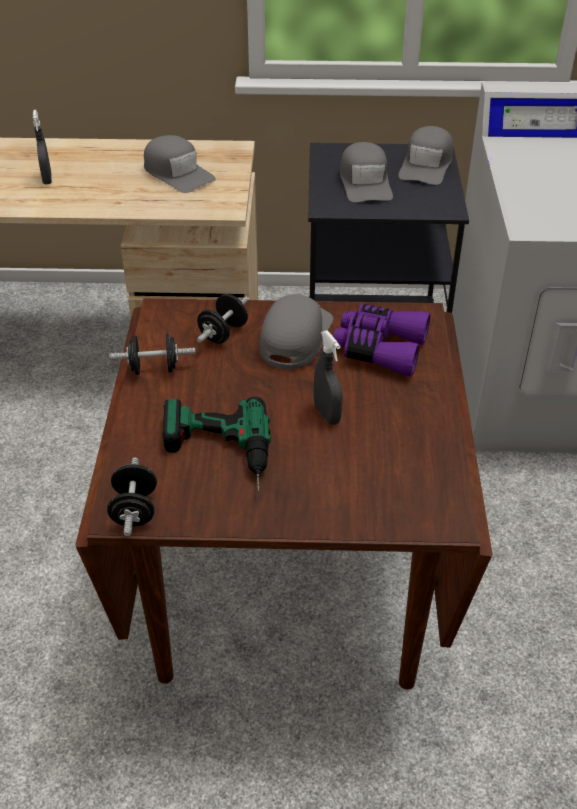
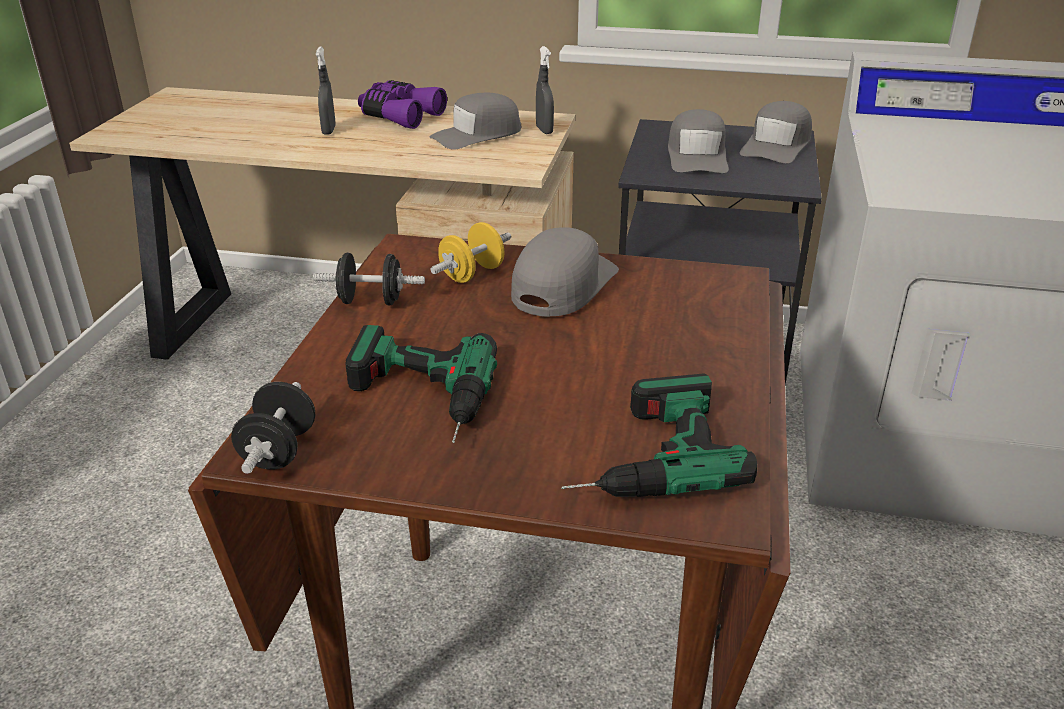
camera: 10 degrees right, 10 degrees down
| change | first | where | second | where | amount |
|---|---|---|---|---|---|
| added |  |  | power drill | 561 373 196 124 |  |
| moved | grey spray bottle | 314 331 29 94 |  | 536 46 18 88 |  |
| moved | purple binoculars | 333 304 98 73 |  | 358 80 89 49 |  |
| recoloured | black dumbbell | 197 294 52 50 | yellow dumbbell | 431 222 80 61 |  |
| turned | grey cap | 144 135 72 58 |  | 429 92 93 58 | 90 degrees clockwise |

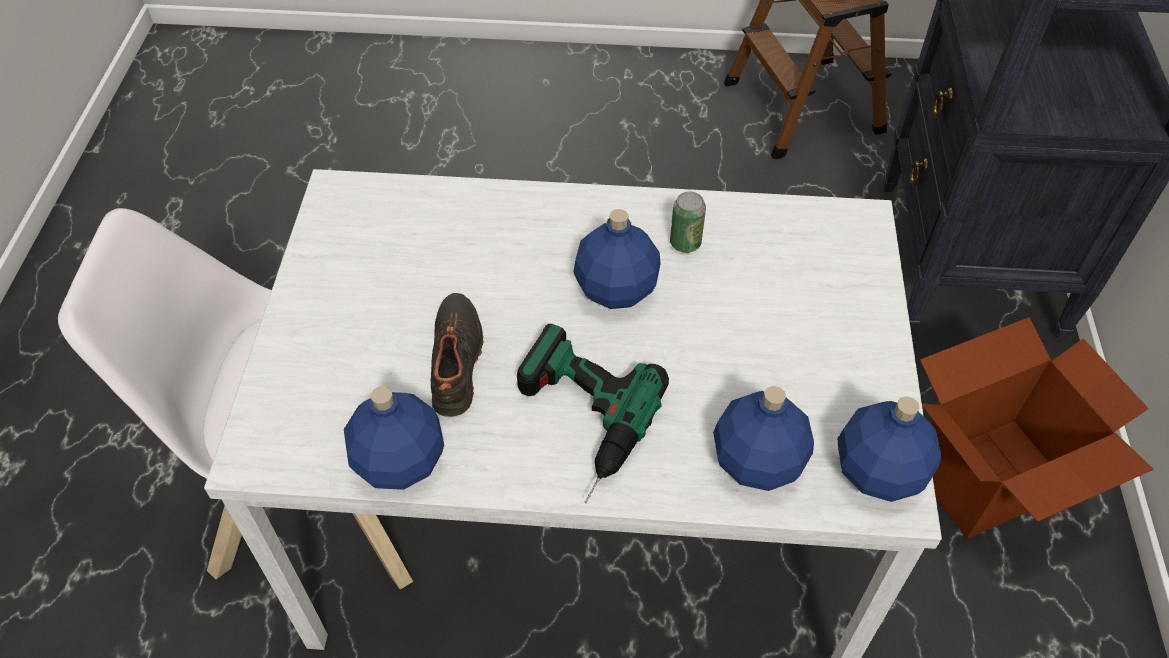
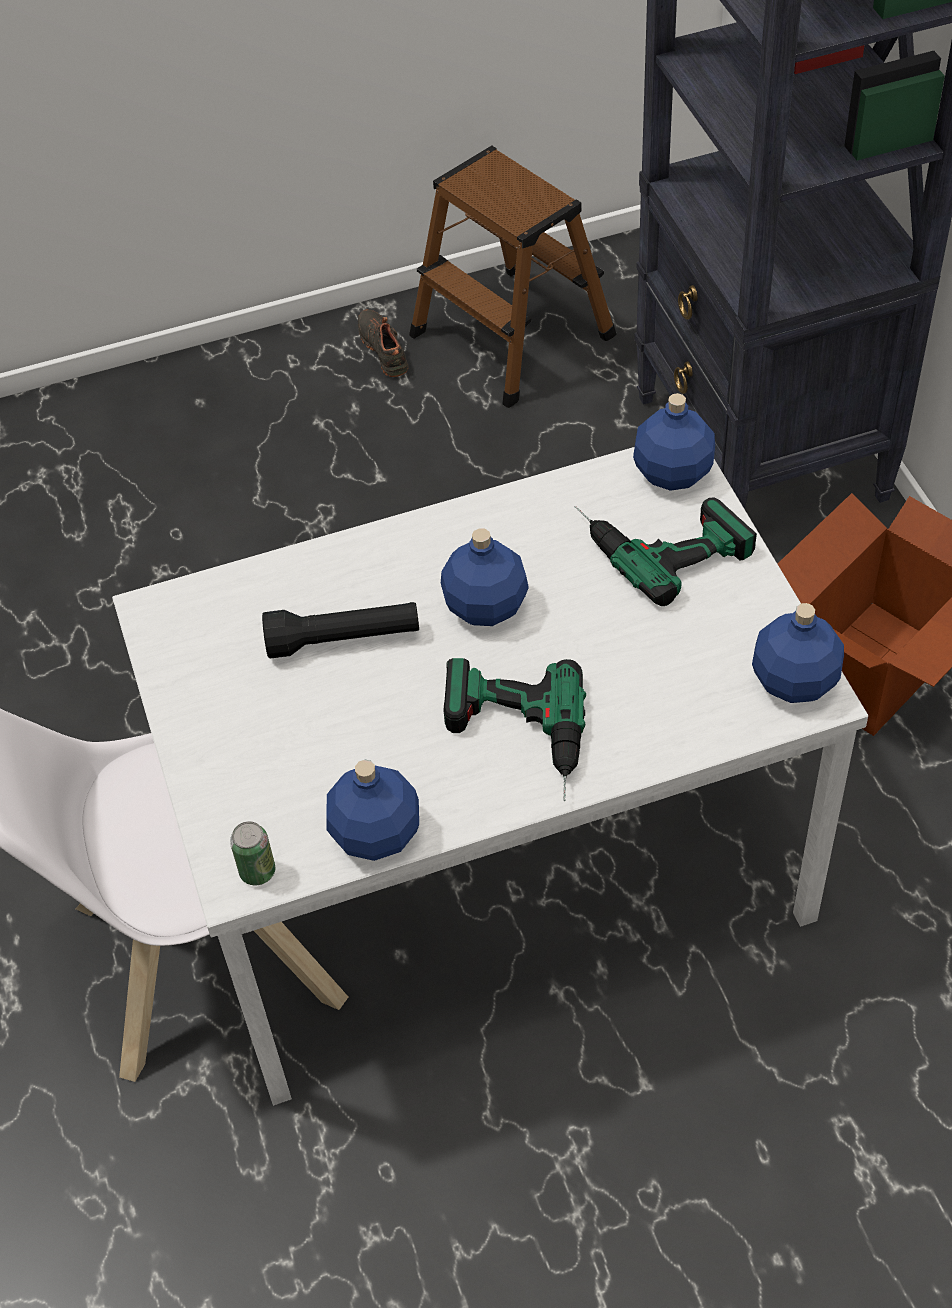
camera: 20 degrees left, 0 degrees up
| change | first | where | second | where | amount |
|---|---|---|---|---|---|
| added |  |  | black flashlight | 262 602 157 57 |  |
| added |  |  | power drill | 575 498 182 108 |  |
| moved | black shoe | 431 293 53 124 |  | 358 309 51 68 |  |
| moved | can | 670 192 36 61 |  | 230 821 45 64 |  |
| moved | blue bottle | 713 386 101 105 |  | 633 393 82 98 |  |

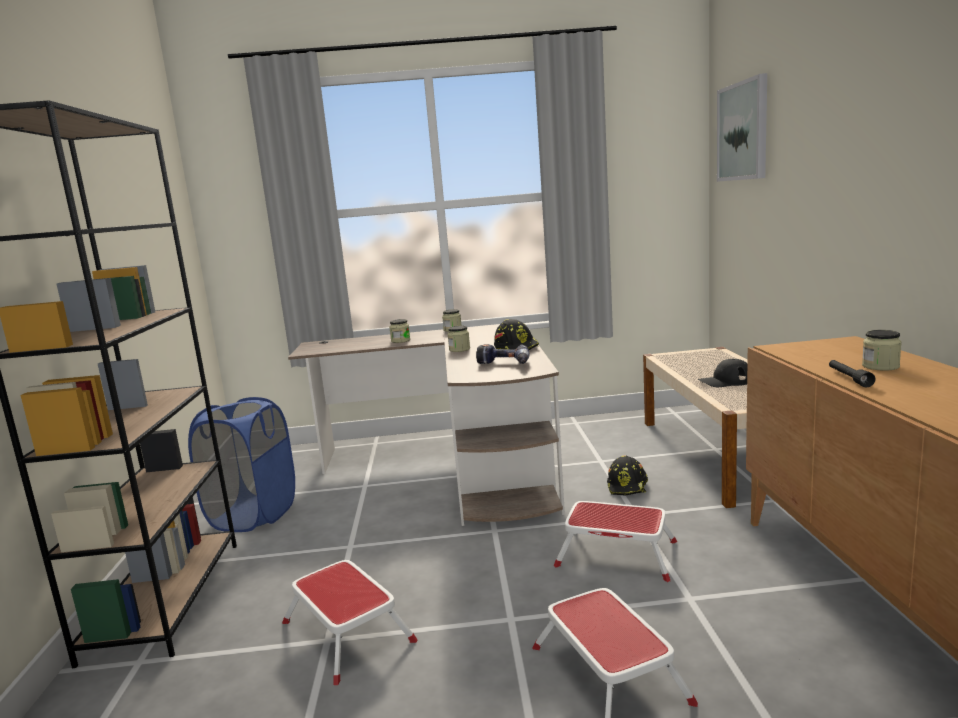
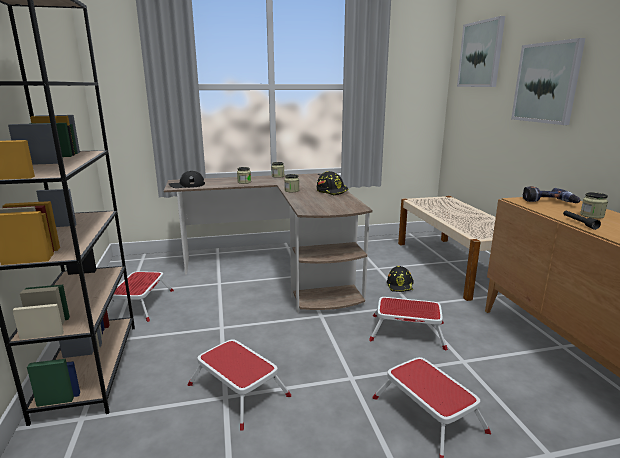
camera: 10 degrees left, 5 degrees up
| change | first | where | second | where | amount |
|---|---|---|---|---|---|
| added |  |  | picture | 511 38 74 87 |  |
| moved | power drill | 476 344 54 20 |  | 523 186 57 17 |  |
| moved | black cap | 698 359 49 28 |  | 169 171 36 17 |  |
| replaced | blue laundry basket | 188 397 107 135 | red step ladder | 107 271 67 51 |  |

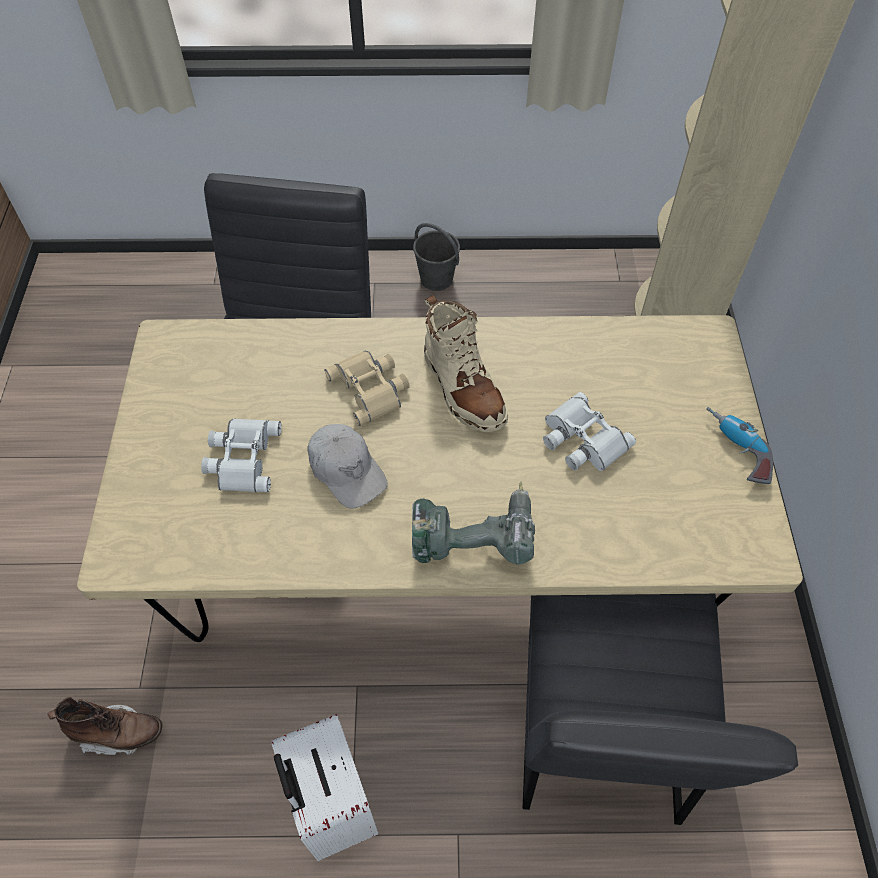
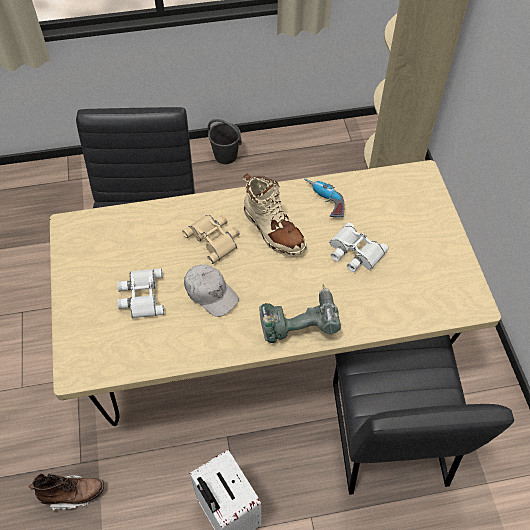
camera: 10 degrees left, 0 degrees up
| change | first | where | second | where | amount |
|---|---|---|---|---|---|
| moved | power drill | 706 407 67 77 |  | 304 178 40 39 |  |

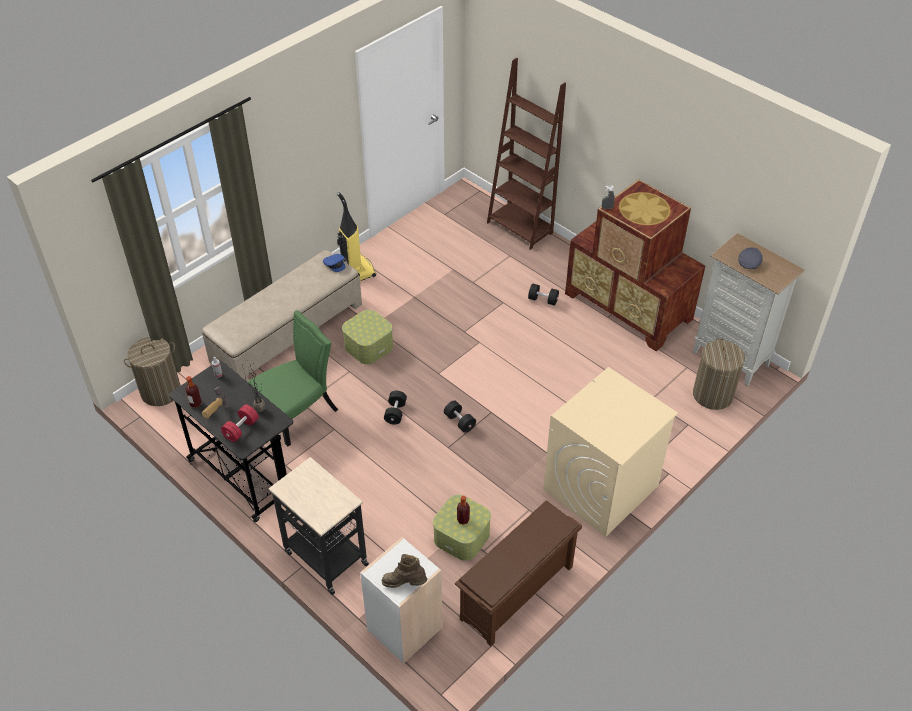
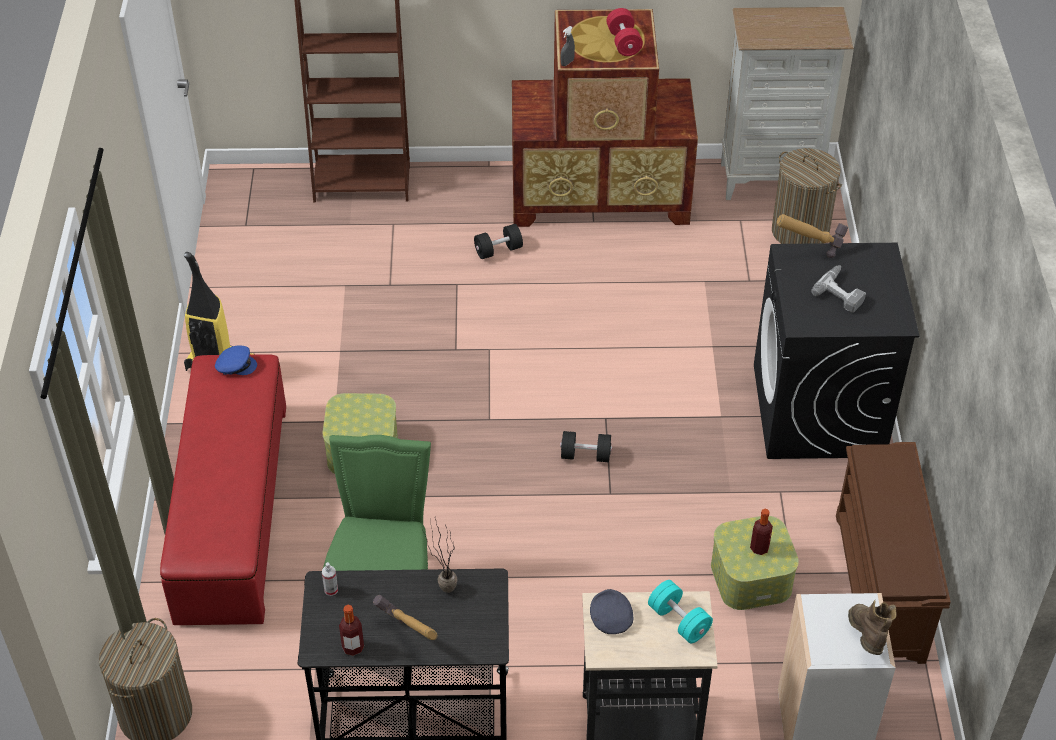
camera: 45 degrees left, 0 degrees up
| change | first | where | second | where | amount |
|---|---|---|---|---|---|
| removed | black dumbbell | 384 391 23 34 |  |  |  |
| added |  |  | turquoise dumbbell | 648 580 65 63 |  |
| added |  |  | hammer | 777 214 71 44 |  |
| added |  |  | power drill | 811 265 55 48 |  |
| moved | red dumbbell | 221 405 38 37 |  | 607 8 36 48 |  |
| moved | grey cap | 738 248 25 21 |  | 590 589 43 45 |  |
| recoloured | beige bench | 202 250 160 132 | red bench | 160 354 126 271 |  |
| recoloured | beige washing machine | 543 367 135 170 | black washing machine | 754 243 165 216 |  |
| turned | brown boot | 382 554 45 34 |  | 848 600 48 55 | 120 degrees clockwise |

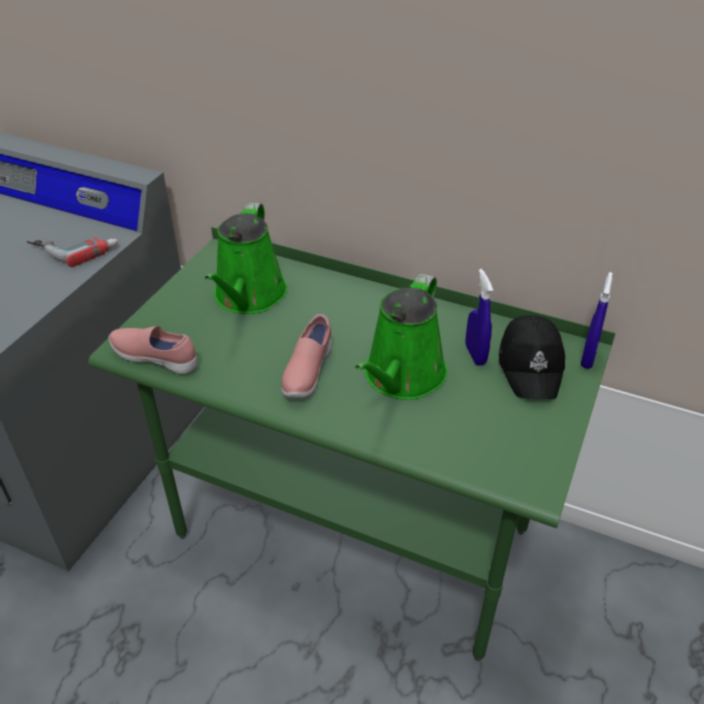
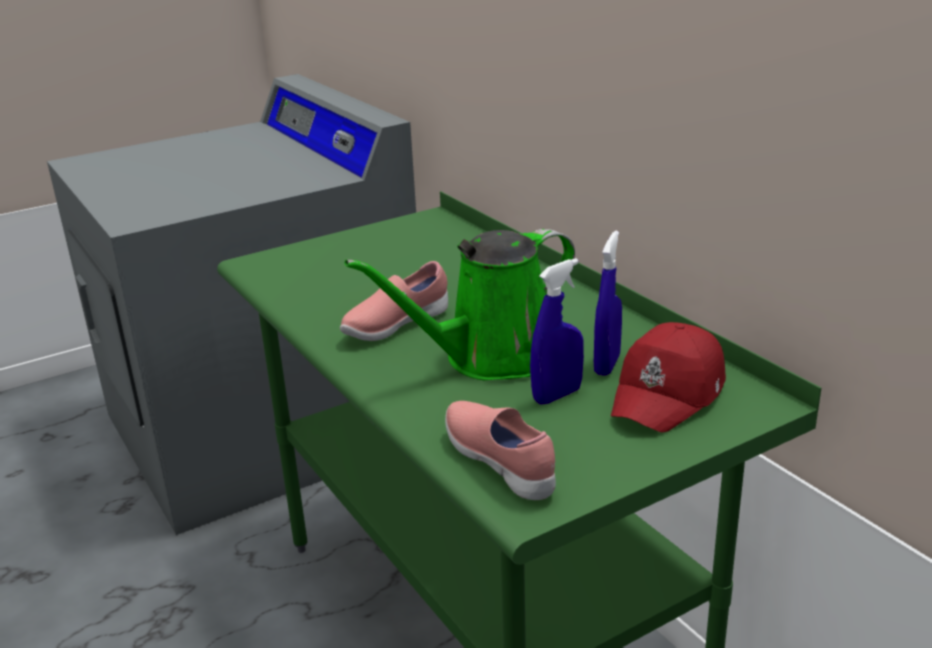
camera: 35 degrees right, 15 degrees down
| change | first | where | second | where | amount |
|---|---|---|---|---|---|
| removed | power drill | 27 237 91 30 |  |  |  |
| removed | green watering can | 205 203 82 111 |  |  |  |
| moved | pink shoe | 109 326 89 48 |  | 445 401 111 99 |  |
| moved | blue spray bottle | 580 272 33 97 |  | 530 258 54 146 |  |
| recoloured | black cap | 499 315 66 84 | red cap | 611 322 115 111 |  |

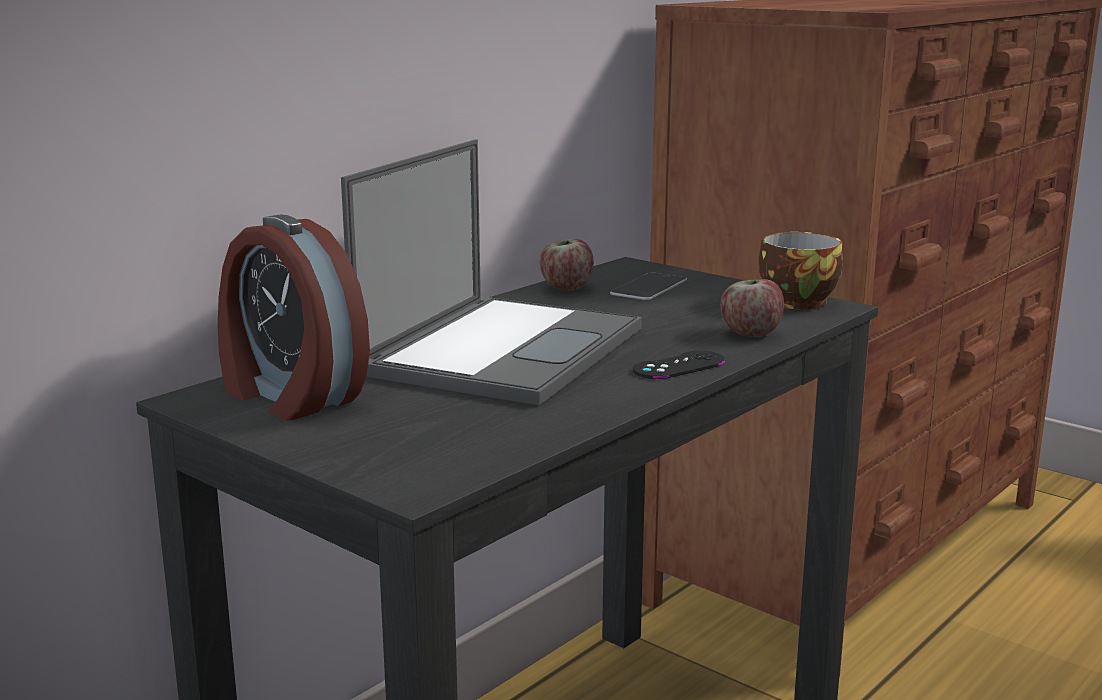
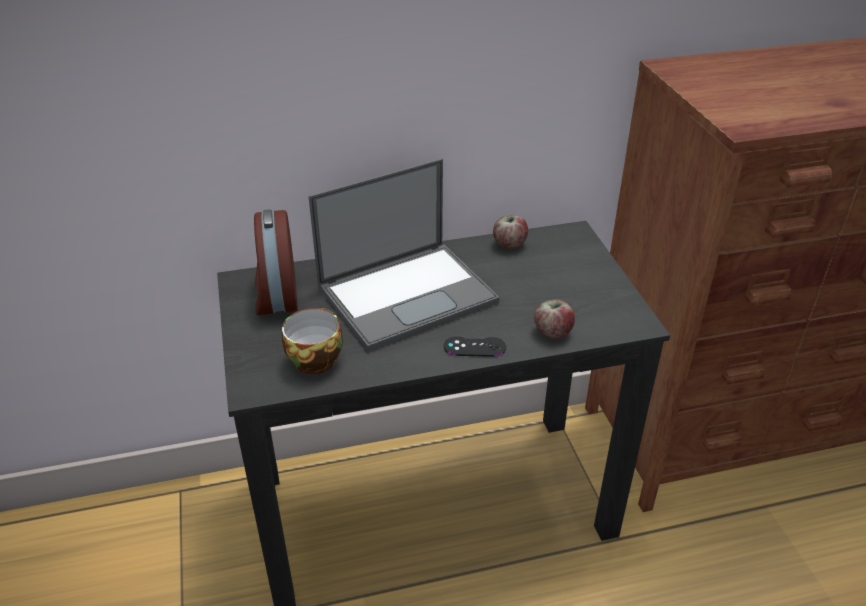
camera: 35 degrees right, 20 degrees up
| change | first | where | second | where | amount |
|---|---|---|---|---|---|
| removed | phone | 610 272 77 28 |  |  |  |
| moved | cup | 759 232 84 77 |  | 282 308 61 67 |  |

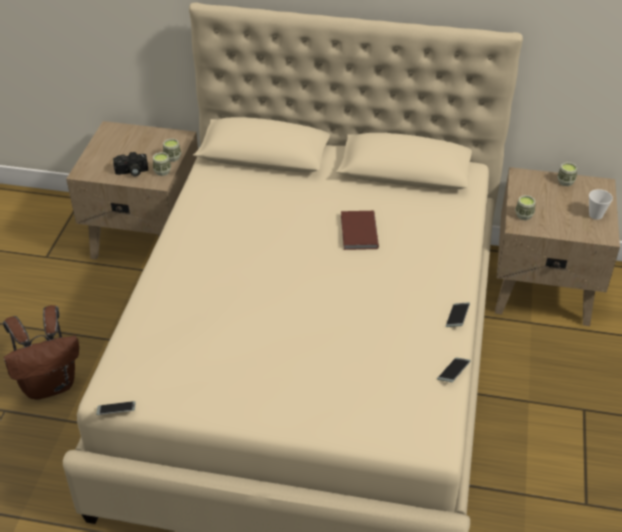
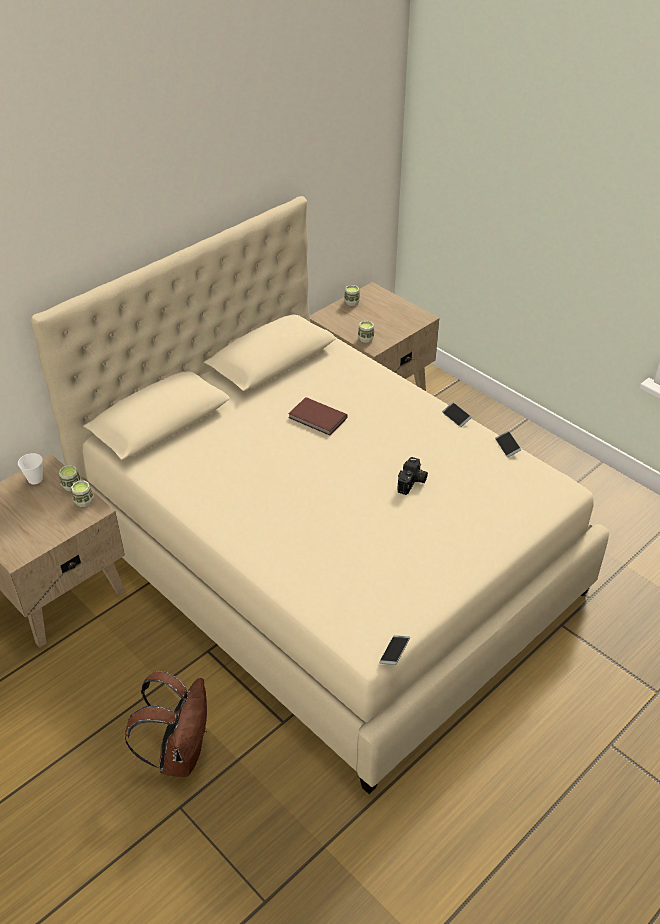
camera: 55 degrees left, 0 degrees up
| change | first | where | second | where | amount |
|---|---|---|---|---|---|
| moved | photo camera | 113 152 35 24 |  | 398 457 30 38 |  |
| moved | cup | 589 189 24 31 |  | 18 453 25 31 |  |

